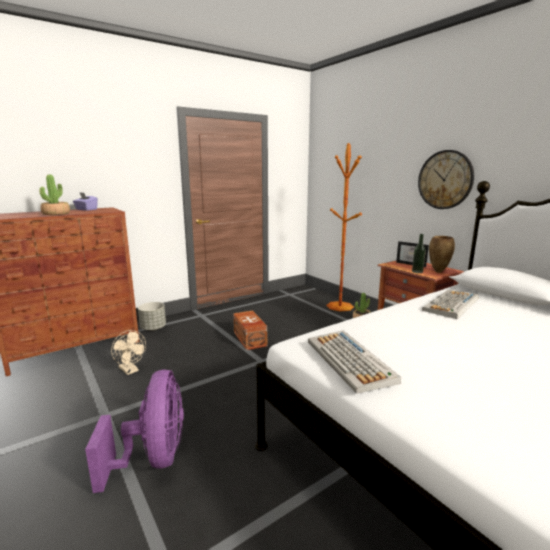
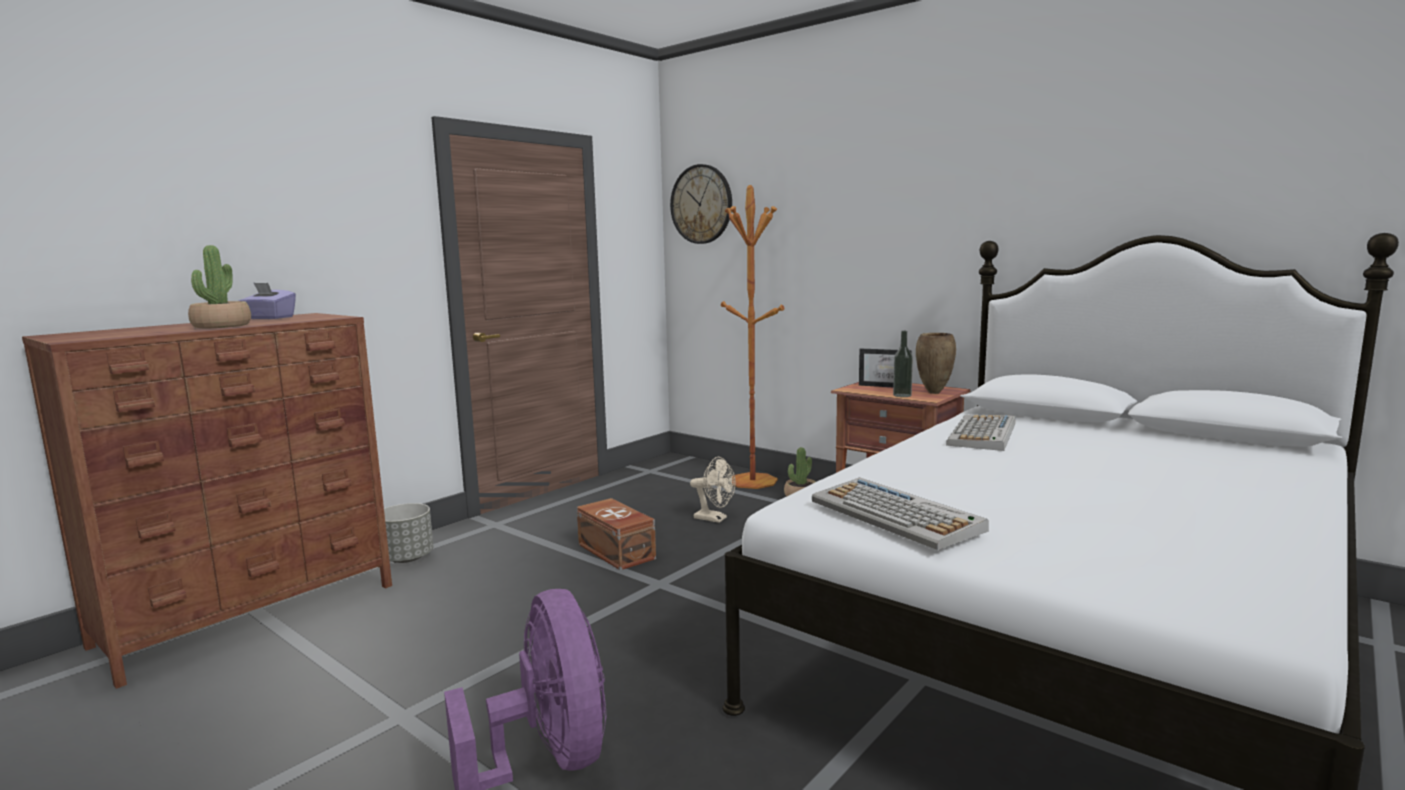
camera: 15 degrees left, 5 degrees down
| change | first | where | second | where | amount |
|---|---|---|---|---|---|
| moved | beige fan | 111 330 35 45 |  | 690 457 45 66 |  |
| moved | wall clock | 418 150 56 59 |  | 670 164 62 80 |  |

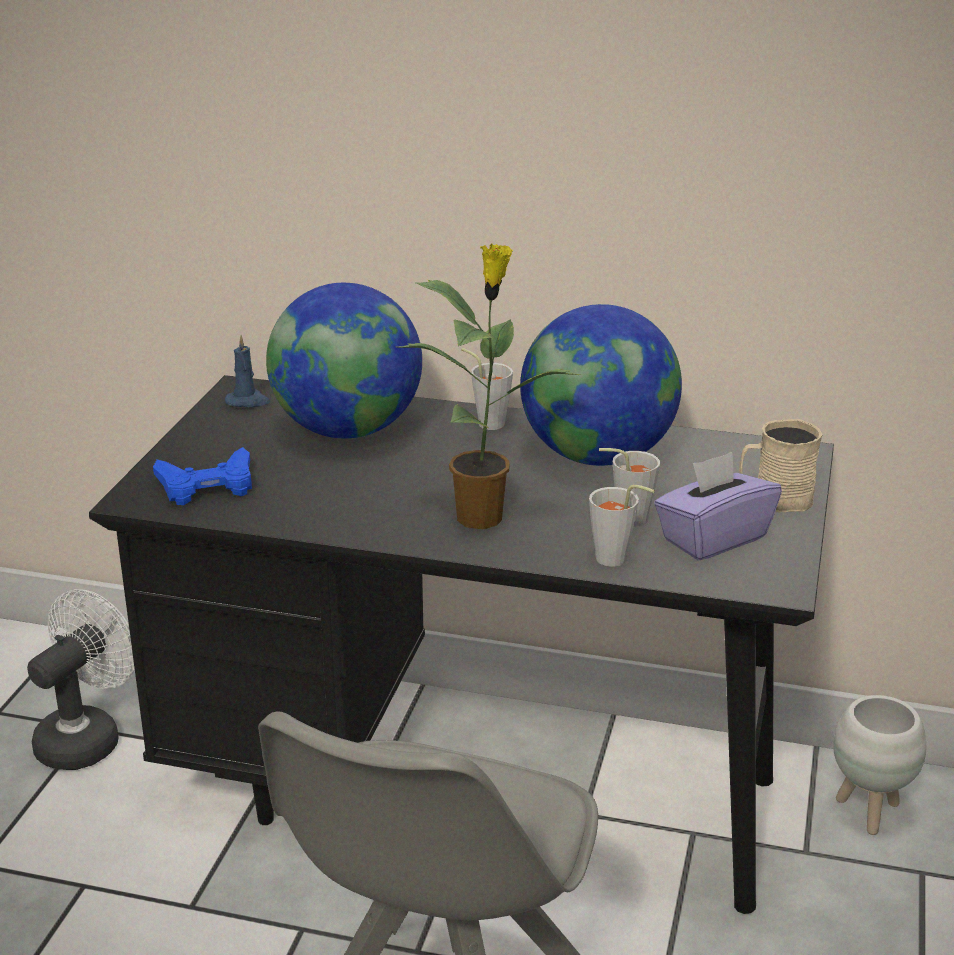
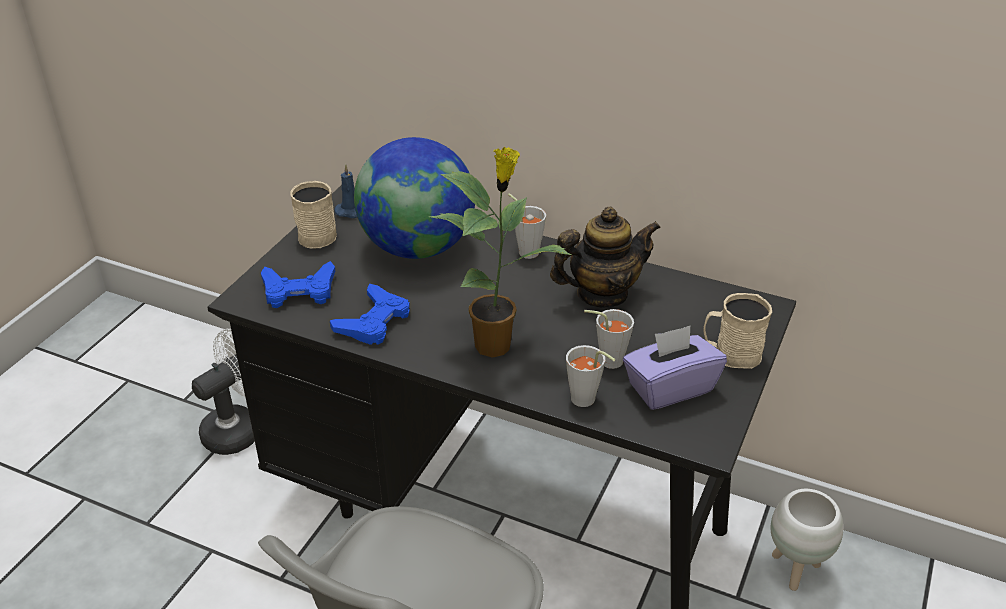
camera: 10 degrees right, 10 degrees up
| change | first | where | second | where | amount |
|---|---|---|---|---|---|
| added |  |  | beige mug | 290 181 47 68 |  |
| added |  |  | blue game controller | 330 284 80 61 |  |
| replaced | globe | 520 304 162 162 | teapot | 550 207 111 101 |  |

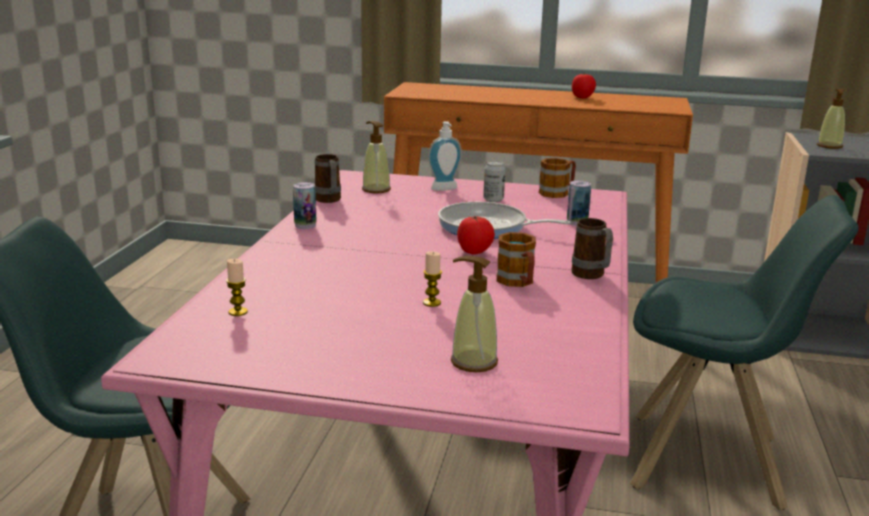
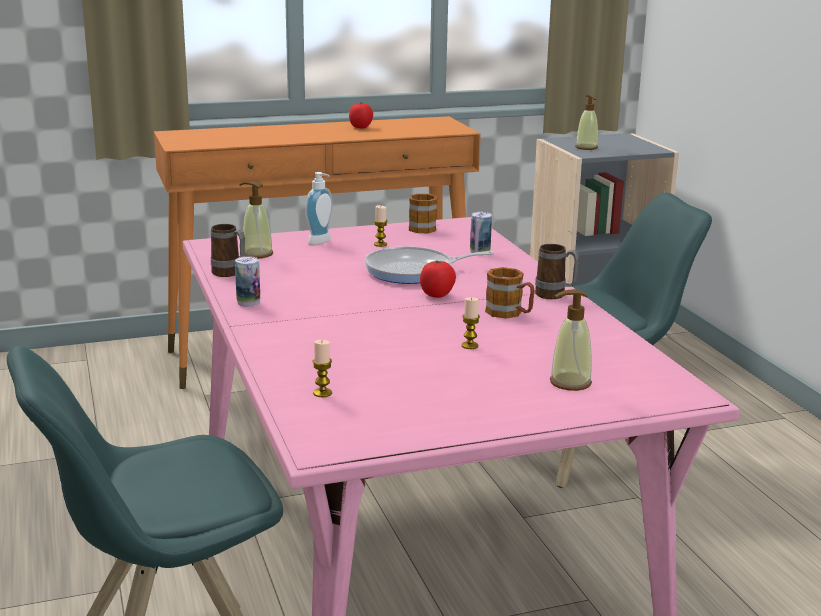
camera: 30 degrees left, 0 degrees up
| change | first | where | second | where | amount |
|---|---|---|---|---|---|
| replaced | can | 483 161 22 41 | candle | 374 205 14 42 |  |

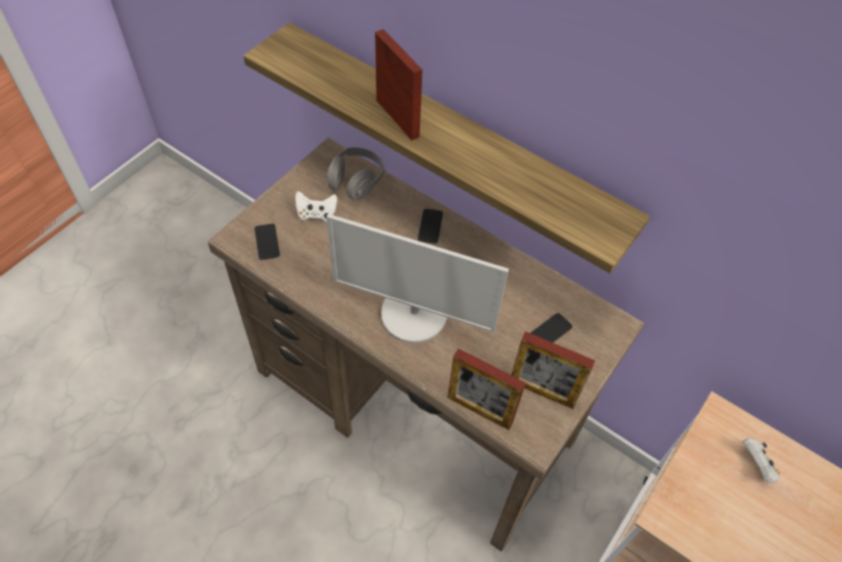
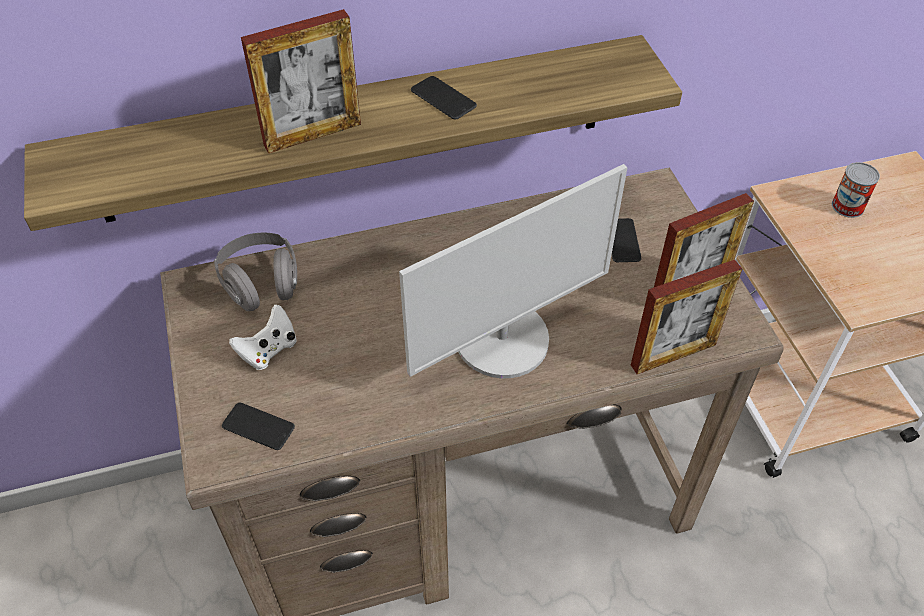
camera: 50 degrees left, 5 degrees down
| change | first | where | second | where | amount |
|---|---|---|---|---|---|
| moved | phone | 418 209 25 35 |  | 411 76 66 44 |  |
| replaced | white game controller | 743 438 37 45 | can | 832 162 48 56 |  |
| turned | picture frame | 375 29 47 111 |  | 241 9 120 144 | 150 degrees clockwise |

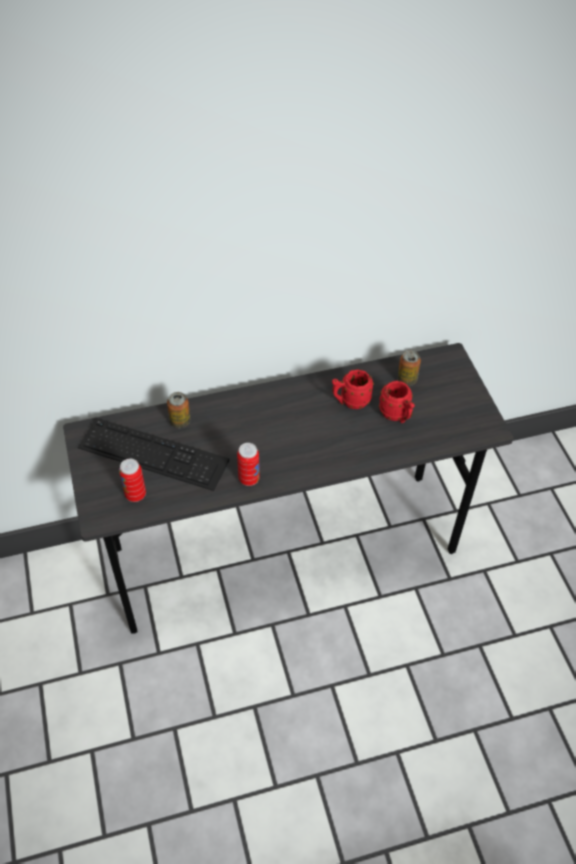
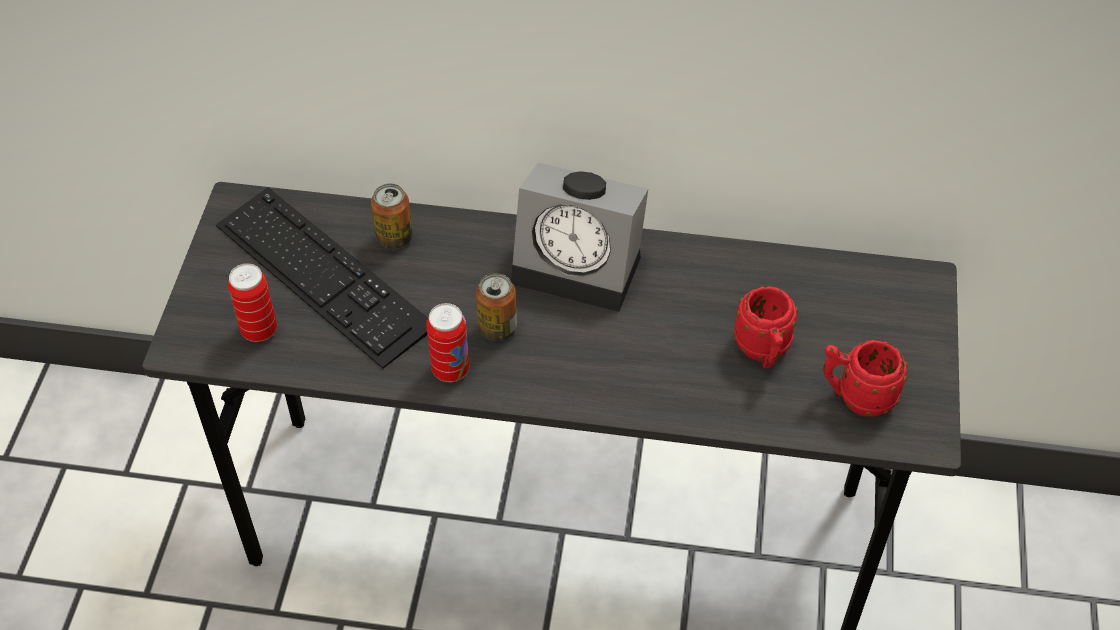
camera: 25 degrees right, 0 degrees up
| change | first | where | second | where | amount |
|---|---|---|---|---|---|
| added |  |  | alarm clock | 511 162 137 150 |  |
| moved | red mug | 332 369 42 40 |  | 824 340 84 77 |  |
| moved | can | 397 350 24 36 |  | 476 273 41 68 |  |

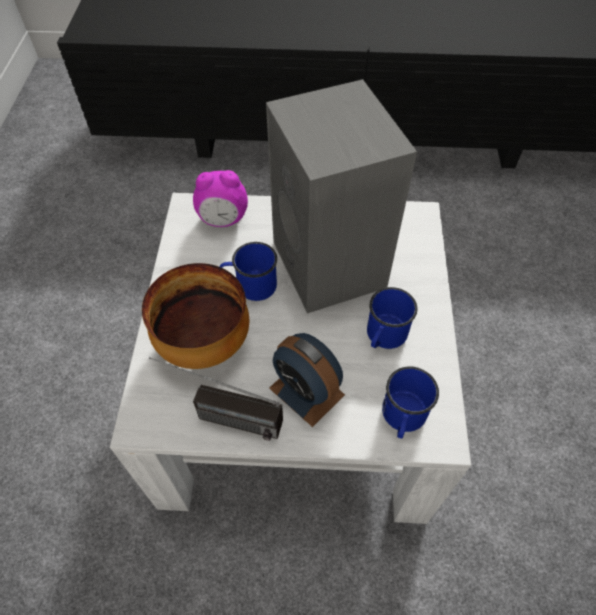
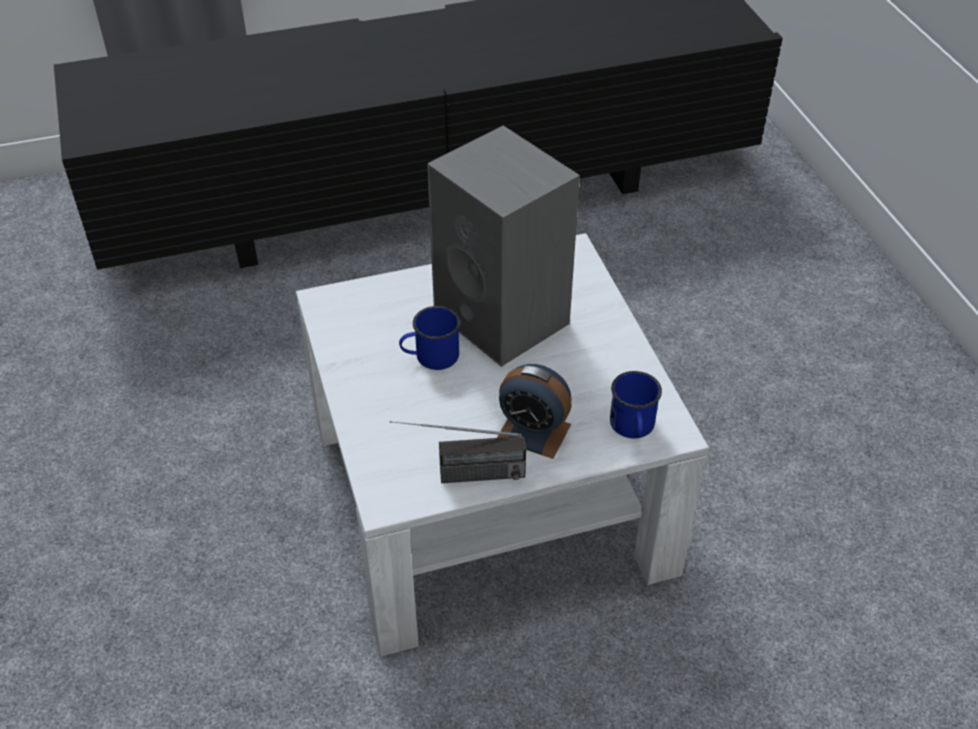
camera: 20 degrees left, 10 degrees down
| change | first | where | second | where | amount |
|---|---|---|---|---|---|
| removed | bowl | 142 263 107 106 |  |  |  |
| removed | alarm clock | 193 170 55 57 |  |  |  |
| removed | blue mug | 367 287 50 62 |  |  |  |

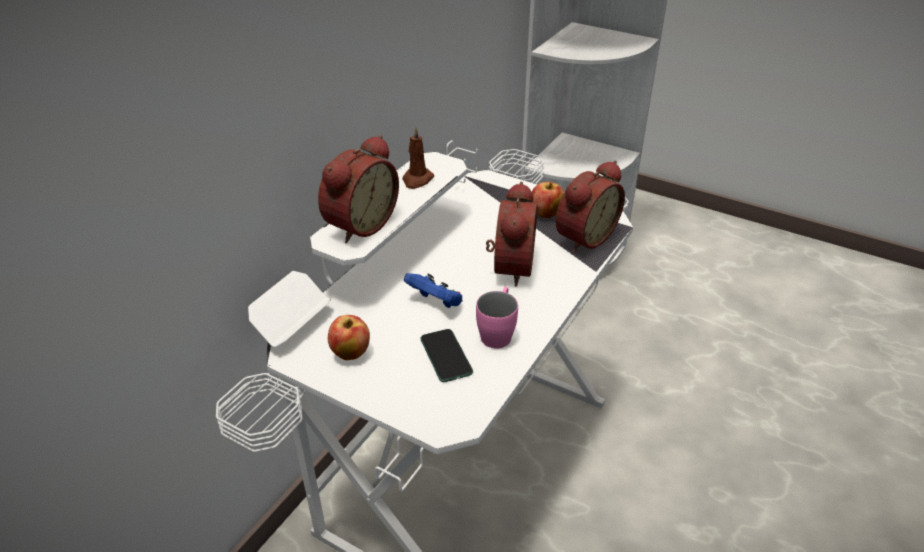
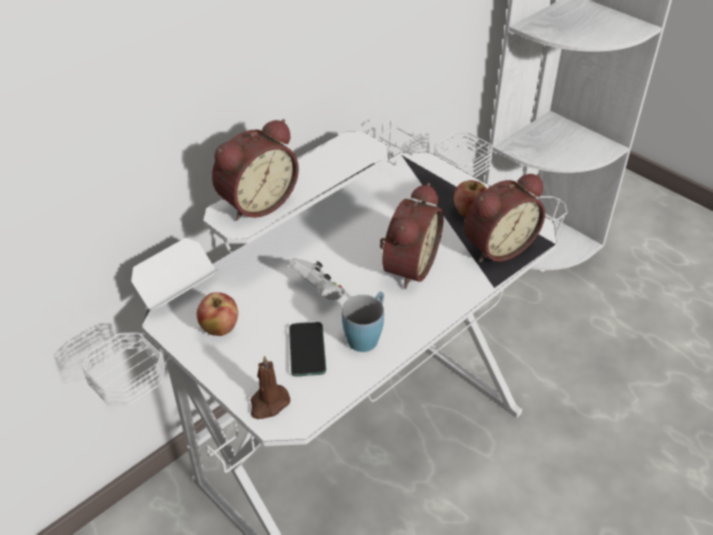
camera: 15 degrees right, 5 degrees up
| change | first | where | second | where | amount |
|---|---|---|---|---|---|
| moved | brown candle | 402 127 32 62 |  | 250 355 40 64 |  |
| recoloured | blue game controller | 404 273 59 35 | white game controller | 289 259 55 41 |  |
| recoloured | pink mug | 476 287 42 62 | blue mug | 342 292 42 60 |  |

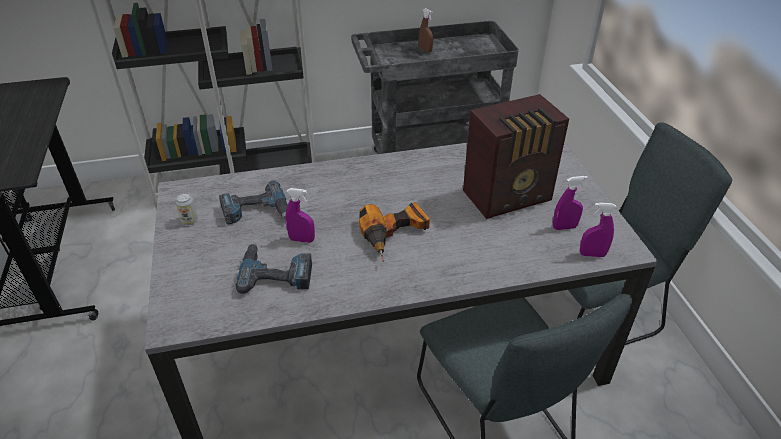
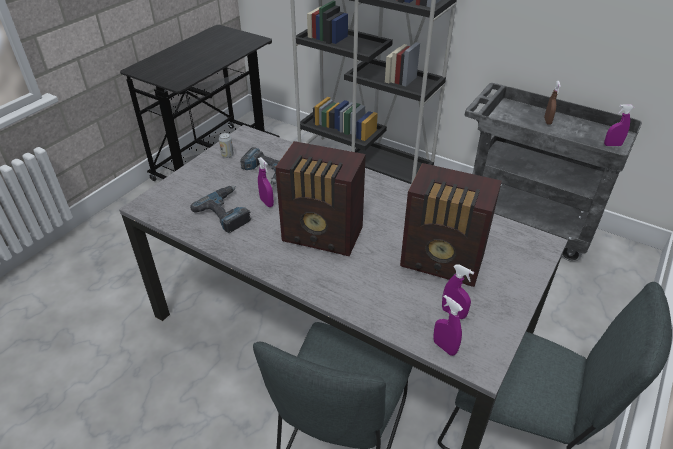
camera: 45 degrees right, 0 degrees up
| change | first | where | second | where | amount |
|---|---|---|---|---|---|
| added |  |  | purple spray bottle | 604 104 30 42 |  |
| replaced | power drill | 359 202 71 60 | radio | 275 141 91 115 |  |

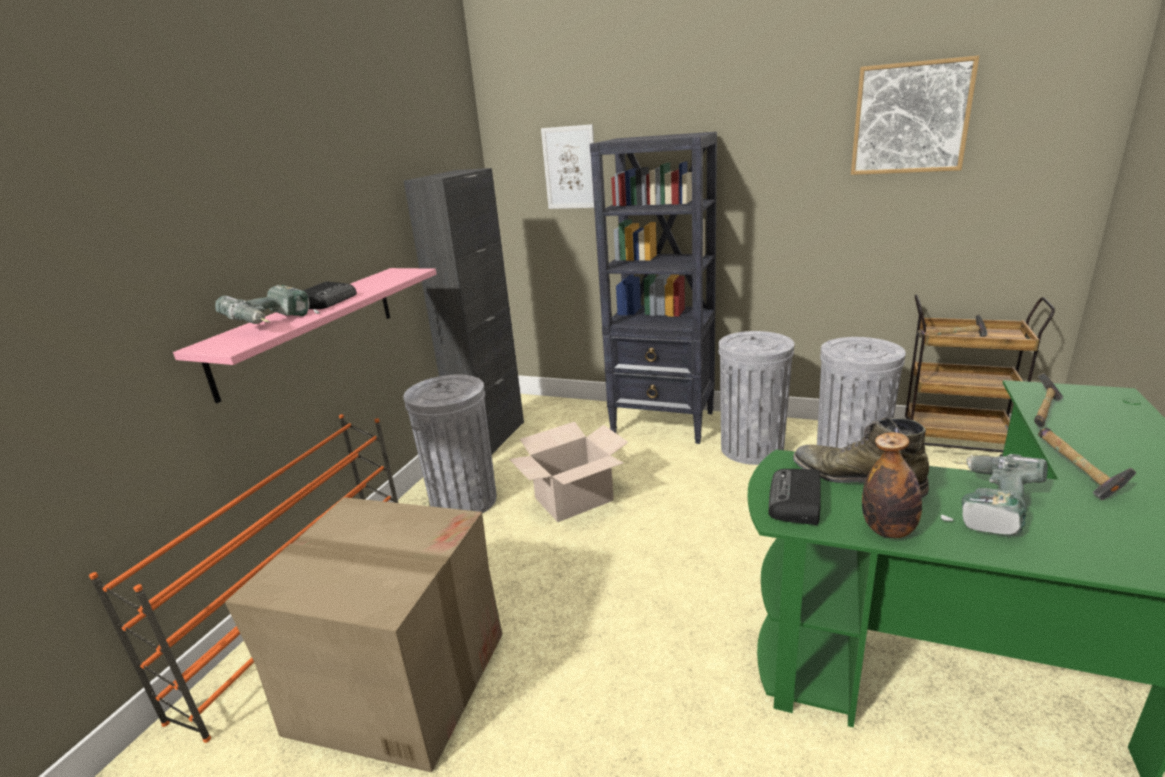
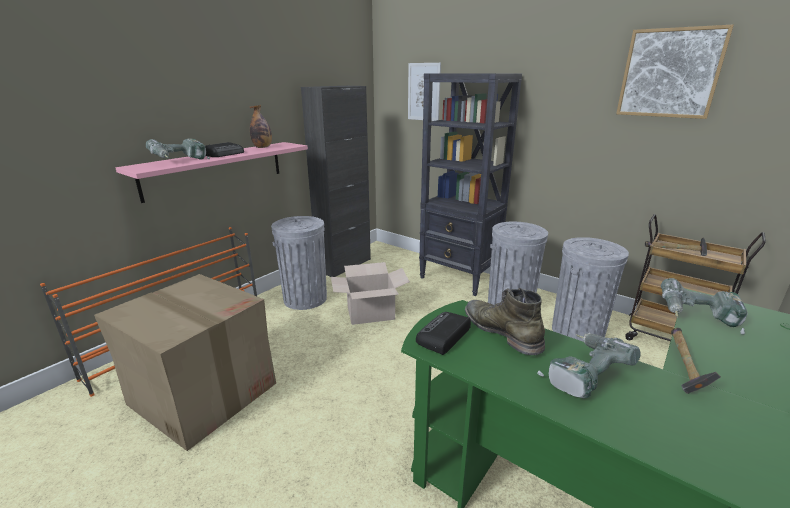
camera: 15 degrees right, 0 degrees up
| change | first | where | second | where | amount |
|---|---|---|---|---|---|
| moved | bottle | 862 432 60 106 |  | 249 105 23 43 |  |
| replaced | hammer | 1034 373 29 54 | power drill | 661 278 87 57 |  |

